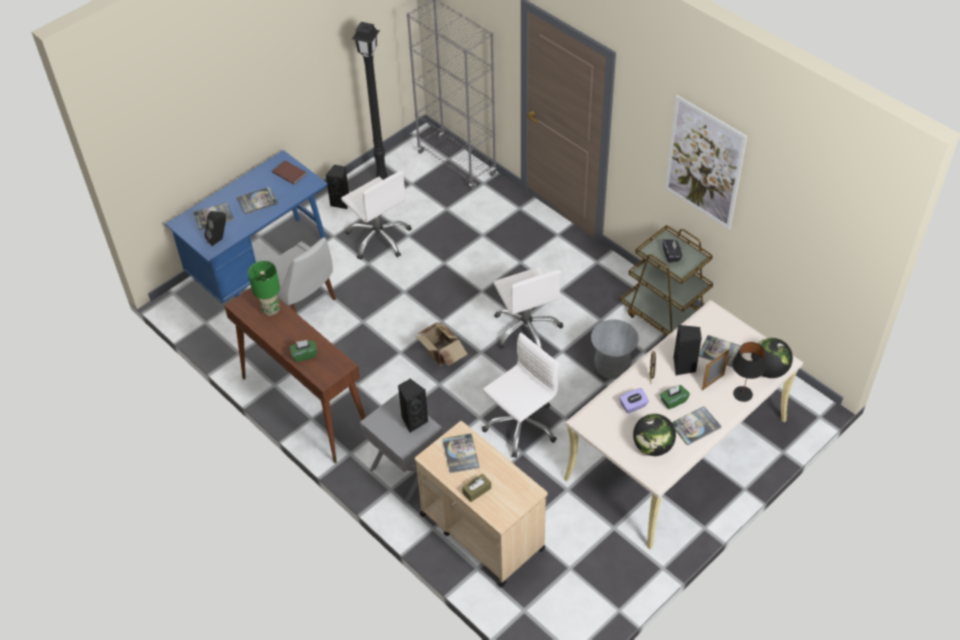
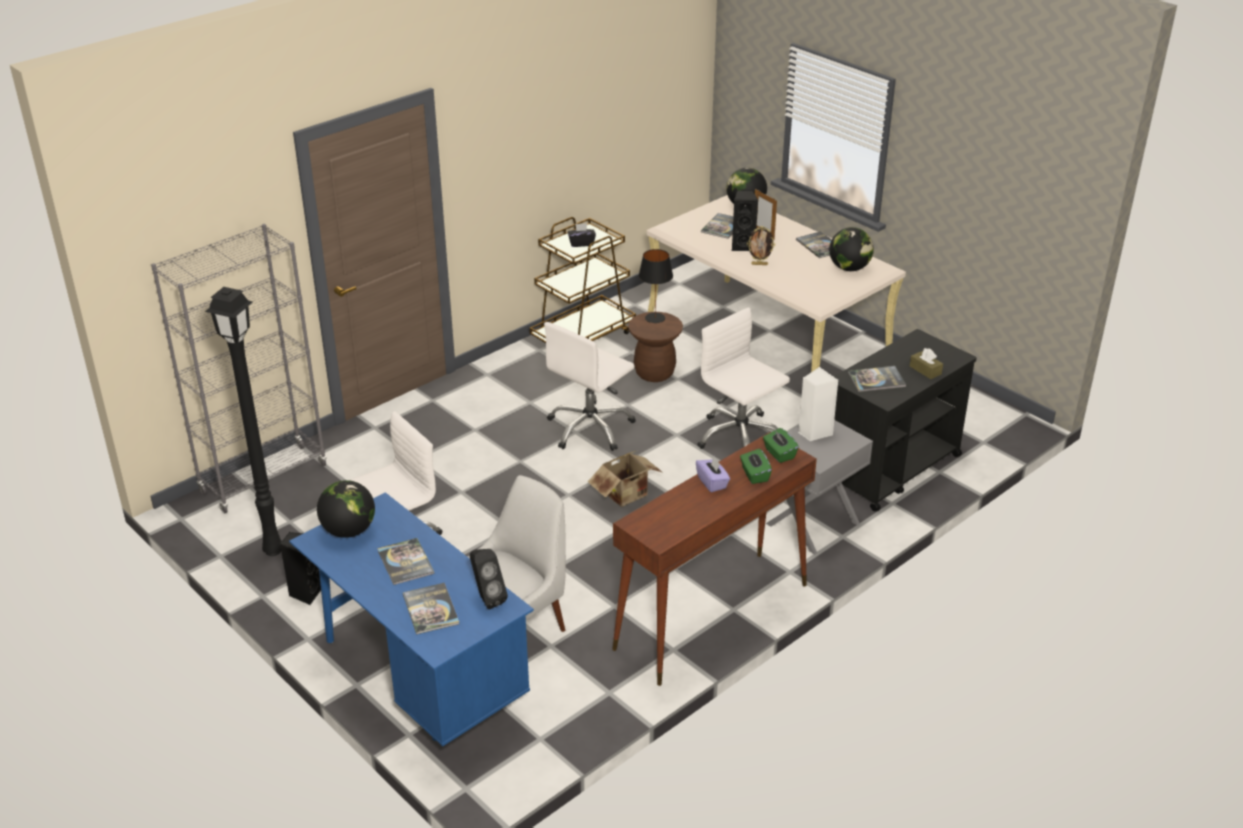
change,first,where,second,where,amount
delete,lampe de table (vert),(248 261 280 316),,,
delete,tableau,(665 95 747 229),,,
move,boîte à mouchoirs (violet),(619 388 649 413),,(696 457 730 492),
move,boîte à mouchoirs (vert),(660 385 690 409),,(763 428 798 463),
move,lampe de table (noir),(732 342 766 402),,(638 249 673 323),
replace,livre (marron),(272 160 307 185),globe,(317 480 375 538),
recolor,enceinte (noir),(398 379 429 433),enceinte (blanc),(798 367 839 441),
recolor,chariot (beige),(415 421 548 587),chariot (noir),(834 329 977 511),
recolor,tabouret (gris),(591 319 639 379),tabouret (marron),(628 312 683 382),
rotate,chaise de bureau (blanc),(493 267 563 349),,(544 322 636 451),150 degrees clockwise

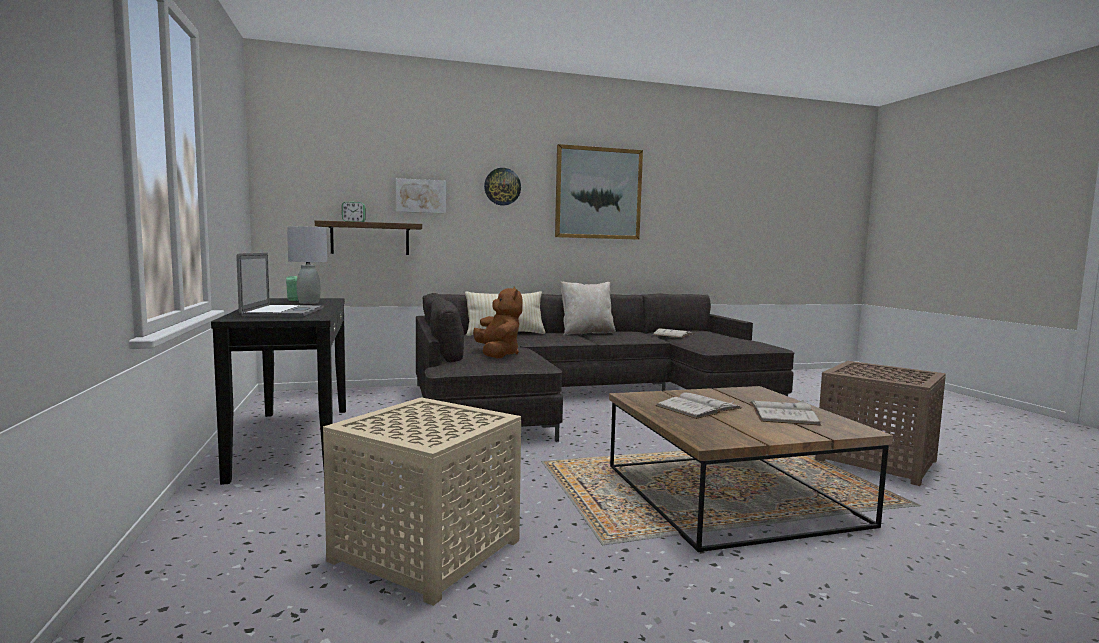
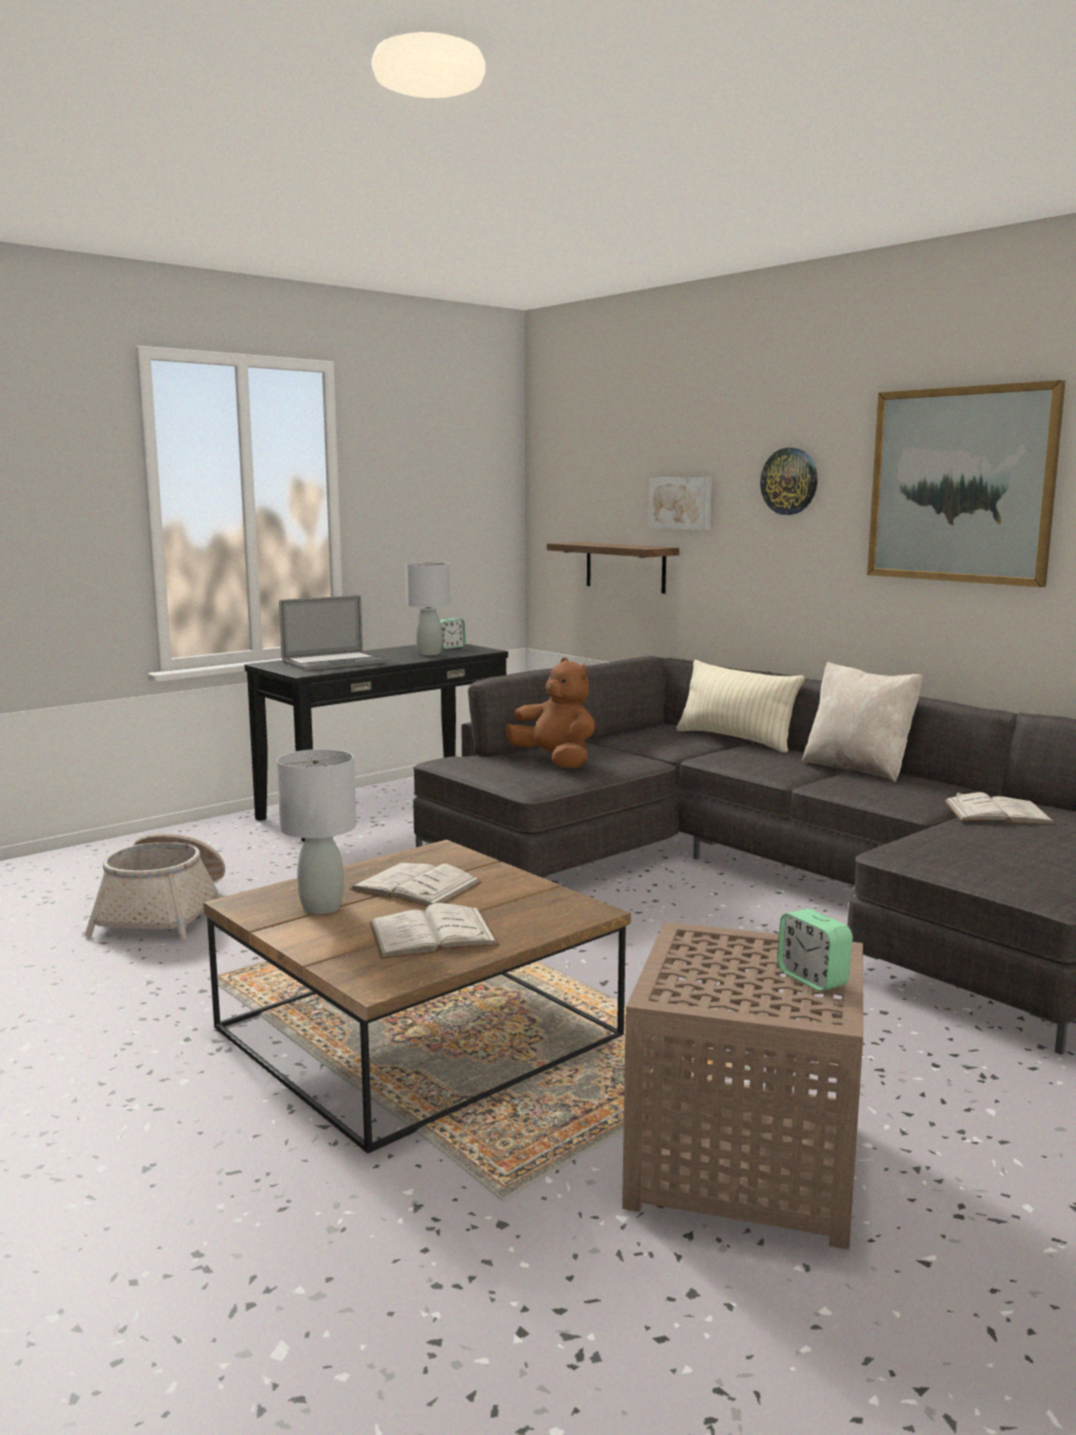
change,first,where,second,where,amount
insert,,,lampe de table (gris),(277 749 356 914),
move,réveil,(342 202 365 222),,(777 909 853 991),
replace,table d'appoint (beige),(323 397 521 606),panier,(85 833 225 940),
rotate,peluche (marron),(473 286 523 358),,(505 657 595 769),90 degrees counterclockwise

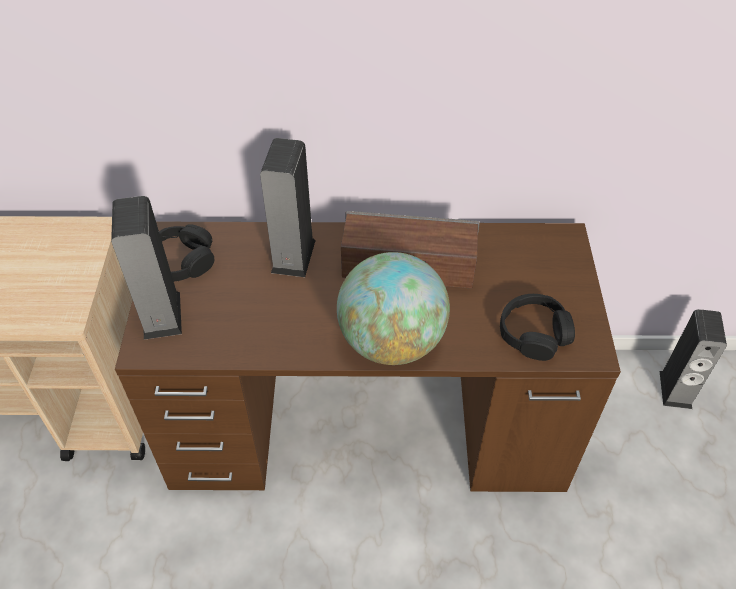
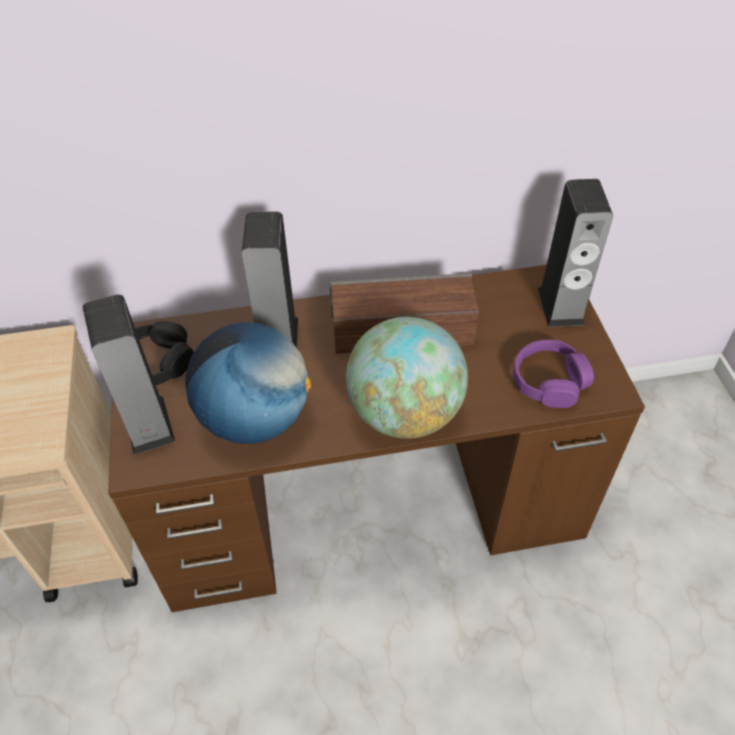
change,first,where,second,where,amount
insert,,,globe,(185 322 311 444),
move,enceinte,(659 309 727 409),,(538 179 613 327),
recolor,casque audio (noir),(500 294 575 361),casque audio (violet),(513 340 594 408),

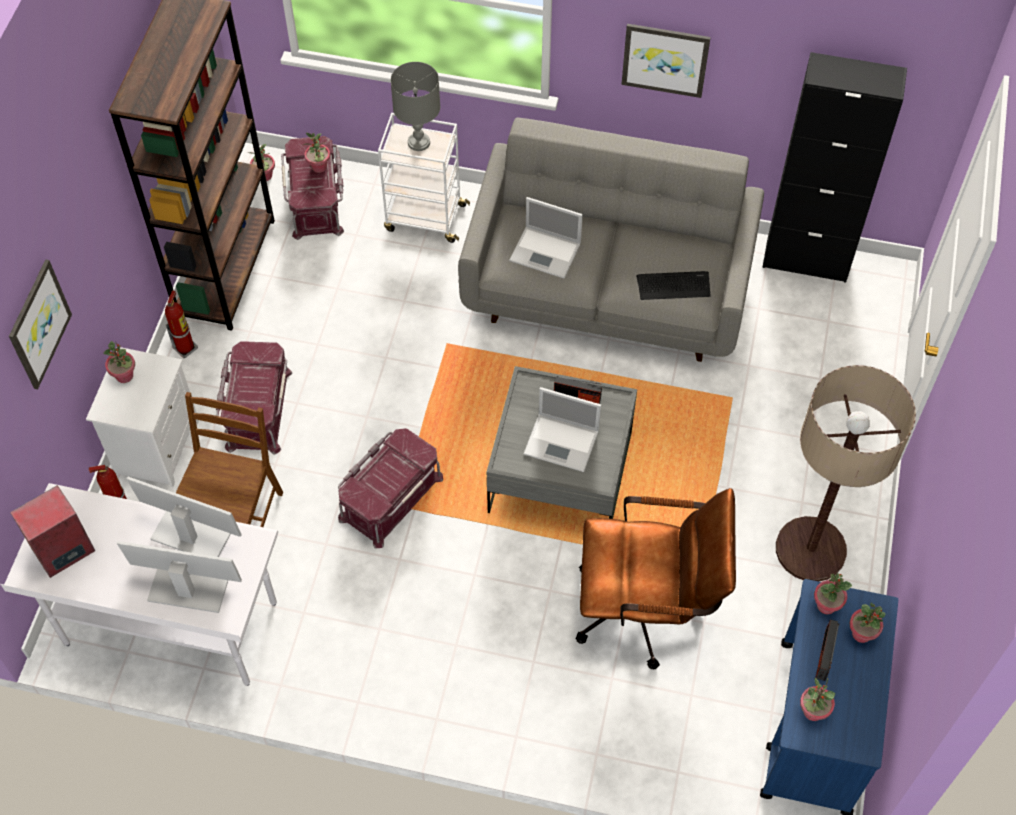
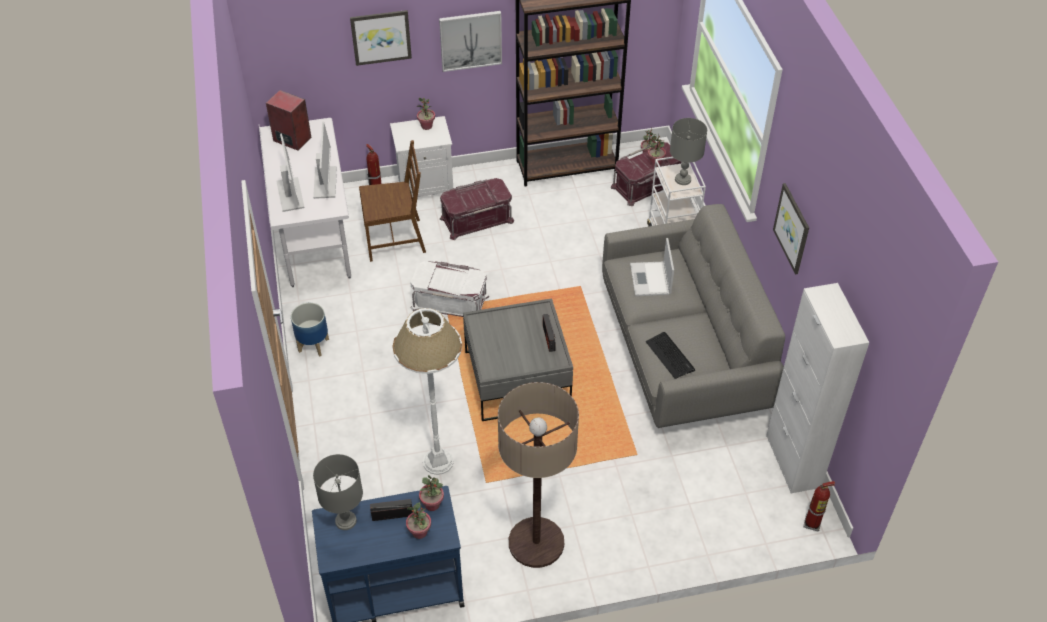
change,first,where,second,where,amount
delete,ordinateur portable,(524 387 601 472),,,
insert,,,cache-pot,(291 303 329 357),
insert,,,tableau,(439 11 502 72),
move,extincteur,(165 290 198 358),,(803 481 835 532),
replace,chaise de bureau (marron),(576 488 736 669),lampadaire (blanc),(392 308 462 475),
replace,plante en pot,(800 678 835 721),lampe de table (gris),(313 454 363 530),
recolor,boîte de rangement (rouge),(338 428 443 549),boîte de rangement (blanc),(411 261 489 317),
recolor,meuble de rangement (noir),(762 52 907 283),meuble de rangement (blanc),(766 283 869 493),

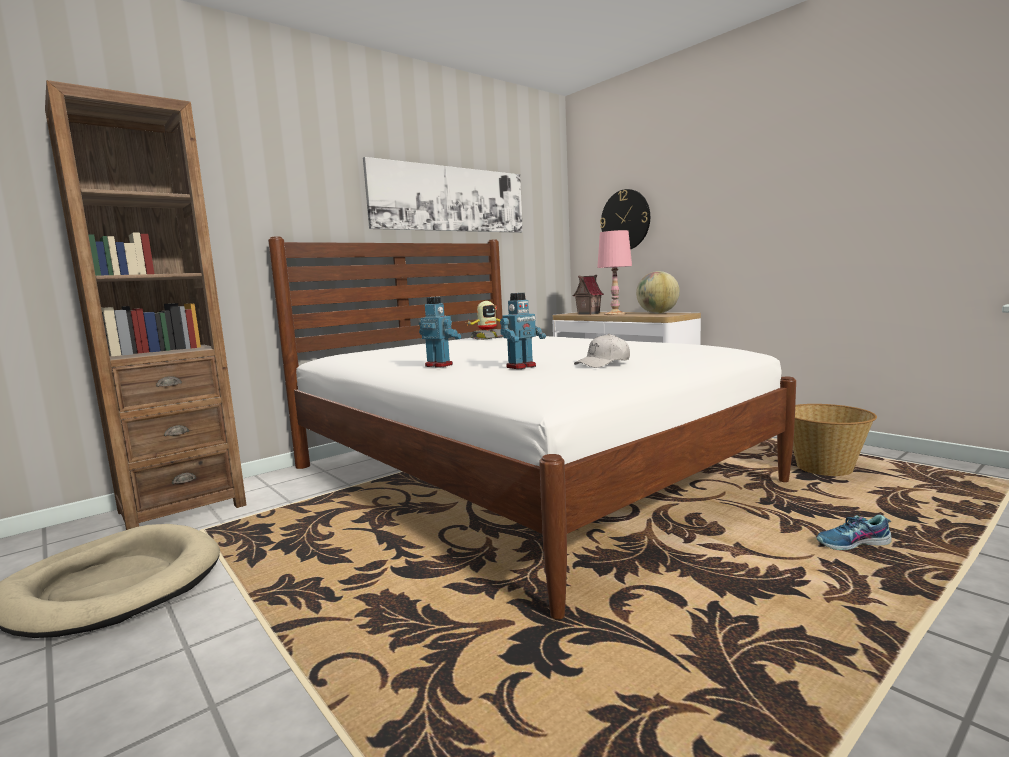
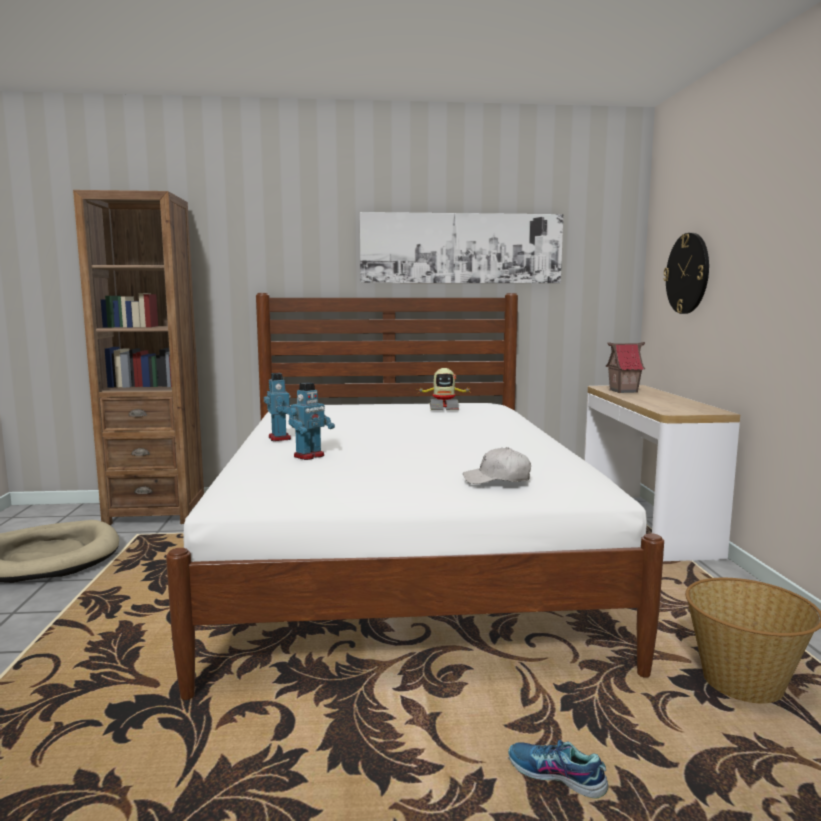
change,first,where,second,where,amount
delete,lampe de table (rose),(597 230 632 315),,,
delete,globe,(636 271 680 314),,,
move,casquette (blanc),(574 334 630 368),,(463 447 531 484),
rotate,robot jouet,(500 293 546 369),,(288 382 335 460),45 degrees counterclockwise

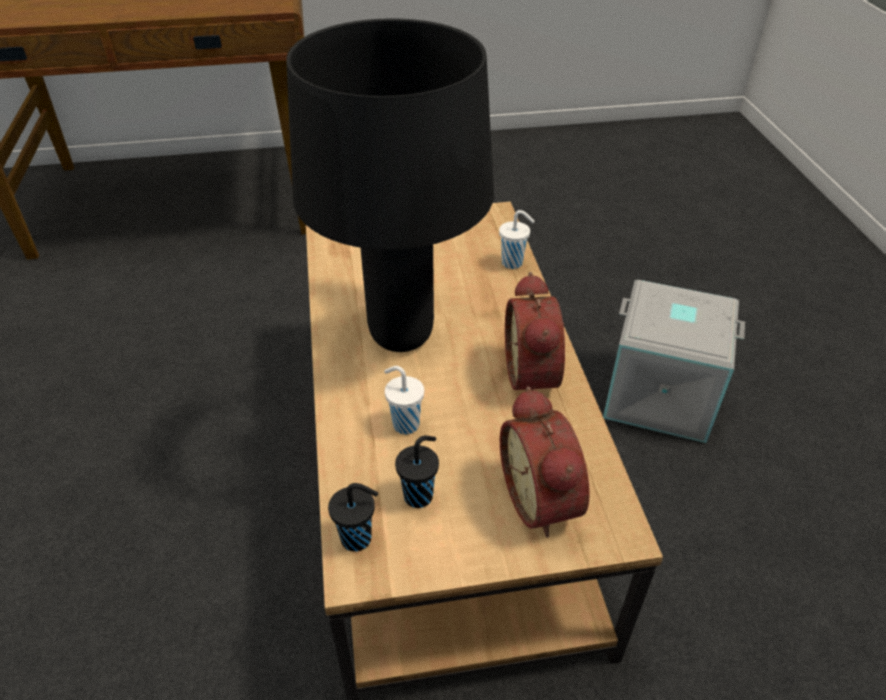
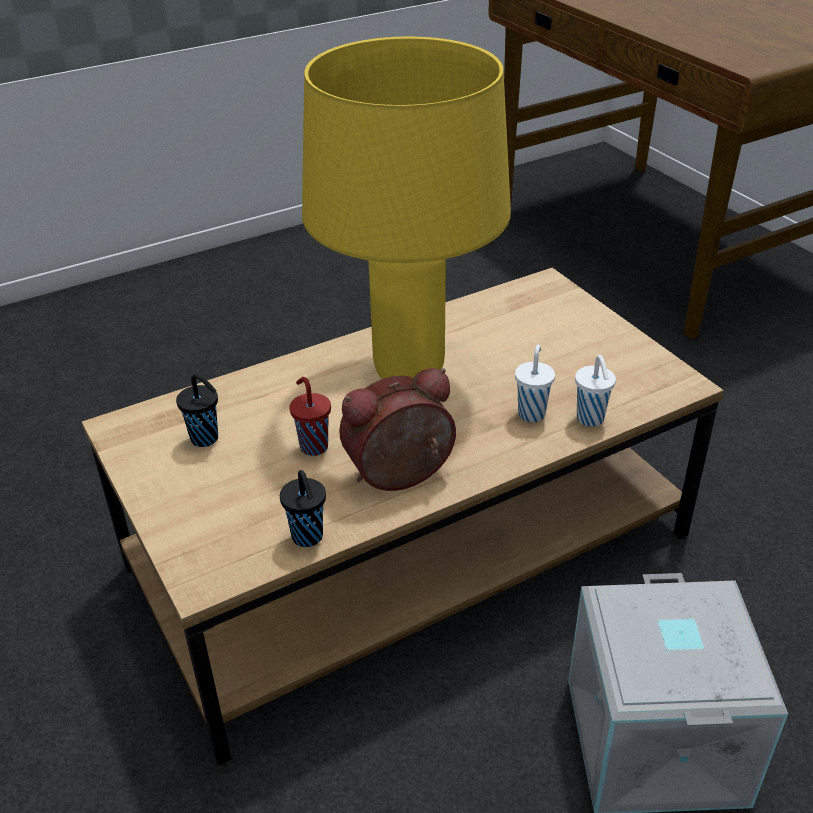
change,first,where,second,where,amount
delete,réveil,(500 387 590 538),,,
insert,,,tasse (rouge),(289 377 331 456),
move,tasse (noir),(328 483 378 552),,(280 470 326 547),
move,tasse (blanc),(384 366 424 434),,(515 344 555 422),
recolor,lampe de table (noir),(286 18 494 352),lampe de table (jaune),(302 36 511 379),

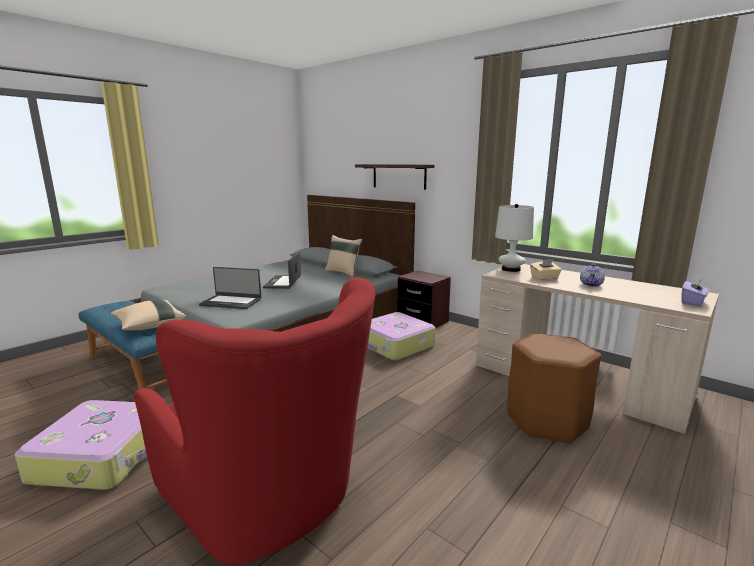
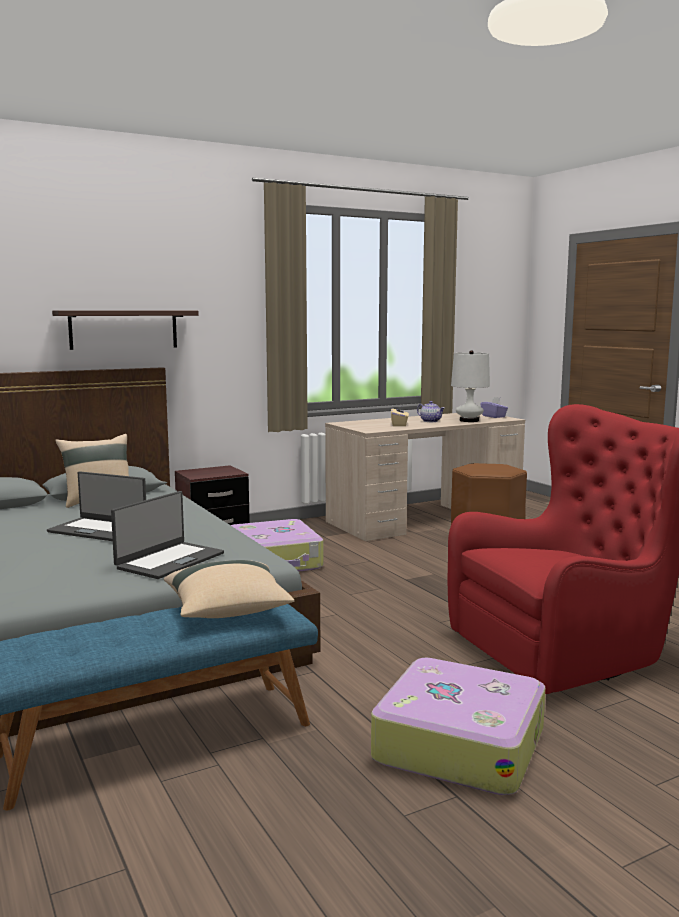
change,first,where,second,where,amount
move,lampe de table (blanc),(495 204 534 272),,(451 350 490 422),

